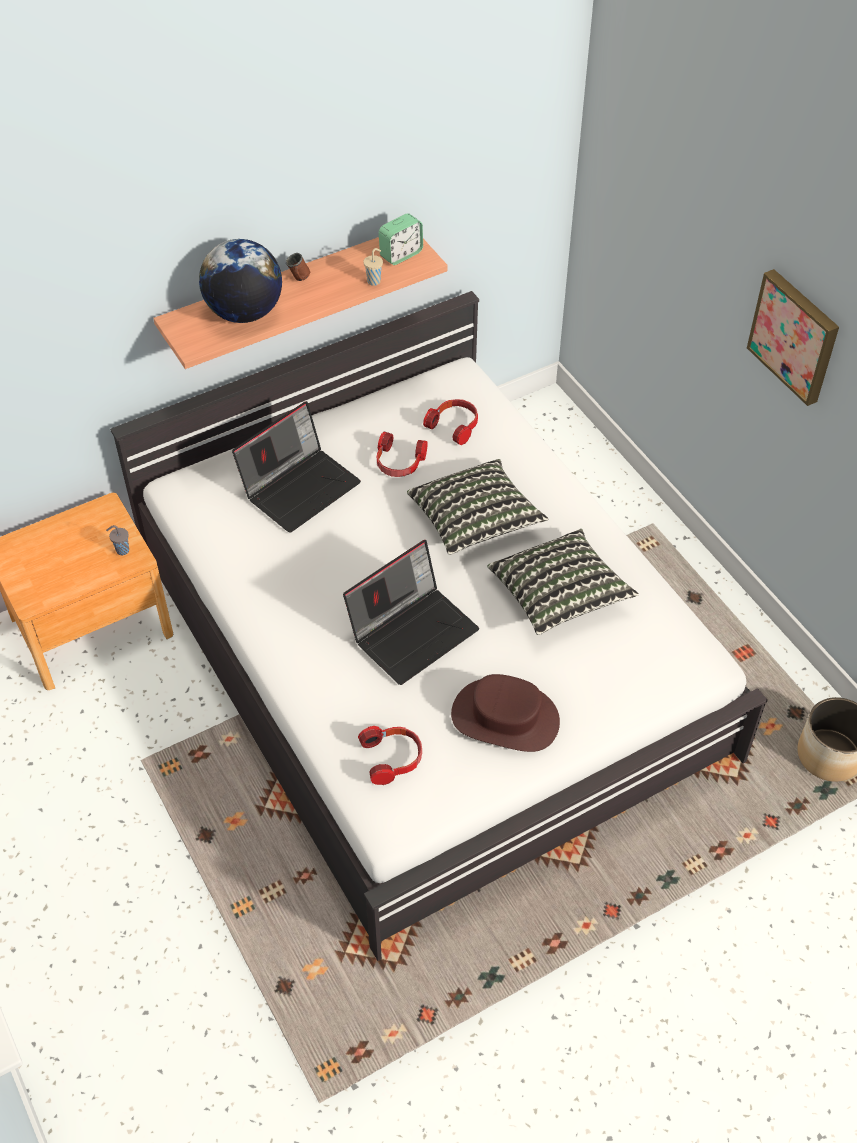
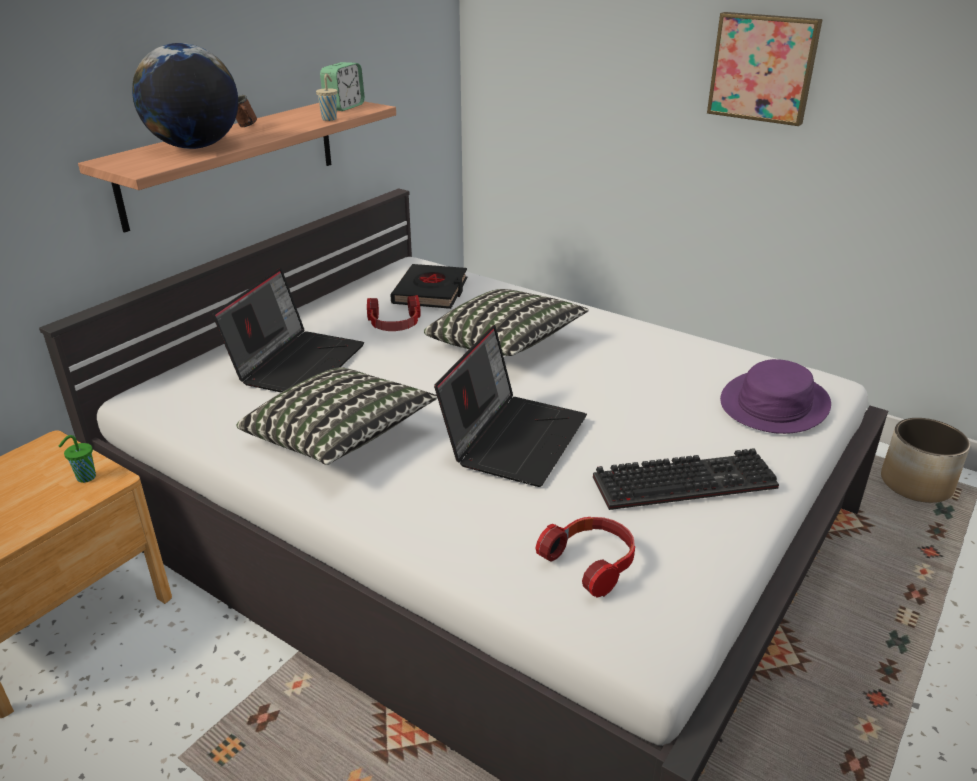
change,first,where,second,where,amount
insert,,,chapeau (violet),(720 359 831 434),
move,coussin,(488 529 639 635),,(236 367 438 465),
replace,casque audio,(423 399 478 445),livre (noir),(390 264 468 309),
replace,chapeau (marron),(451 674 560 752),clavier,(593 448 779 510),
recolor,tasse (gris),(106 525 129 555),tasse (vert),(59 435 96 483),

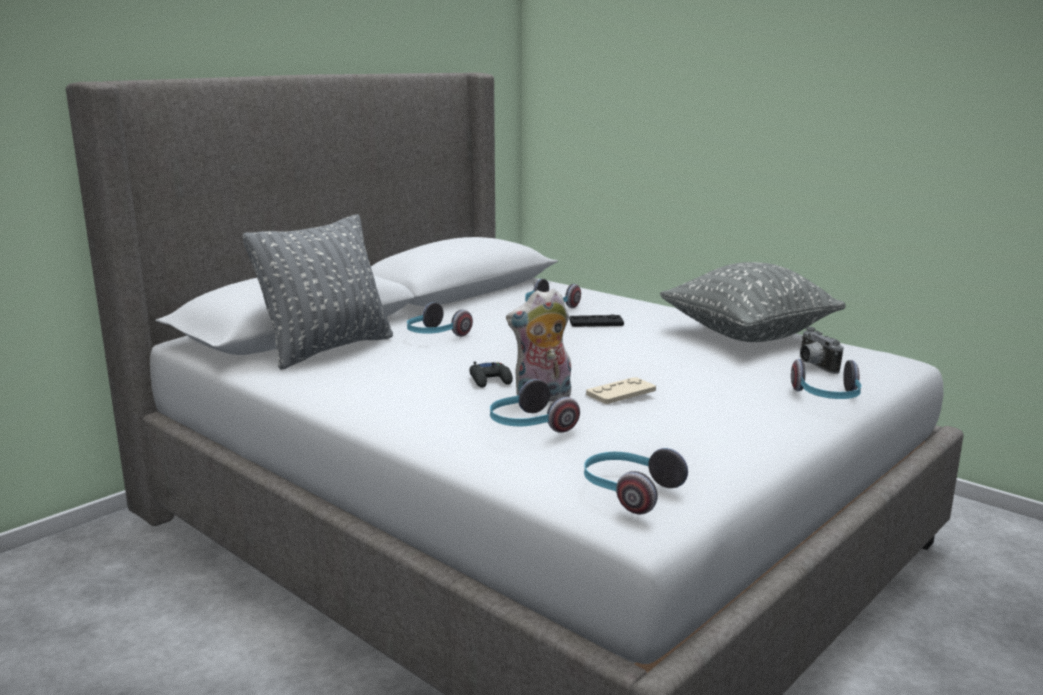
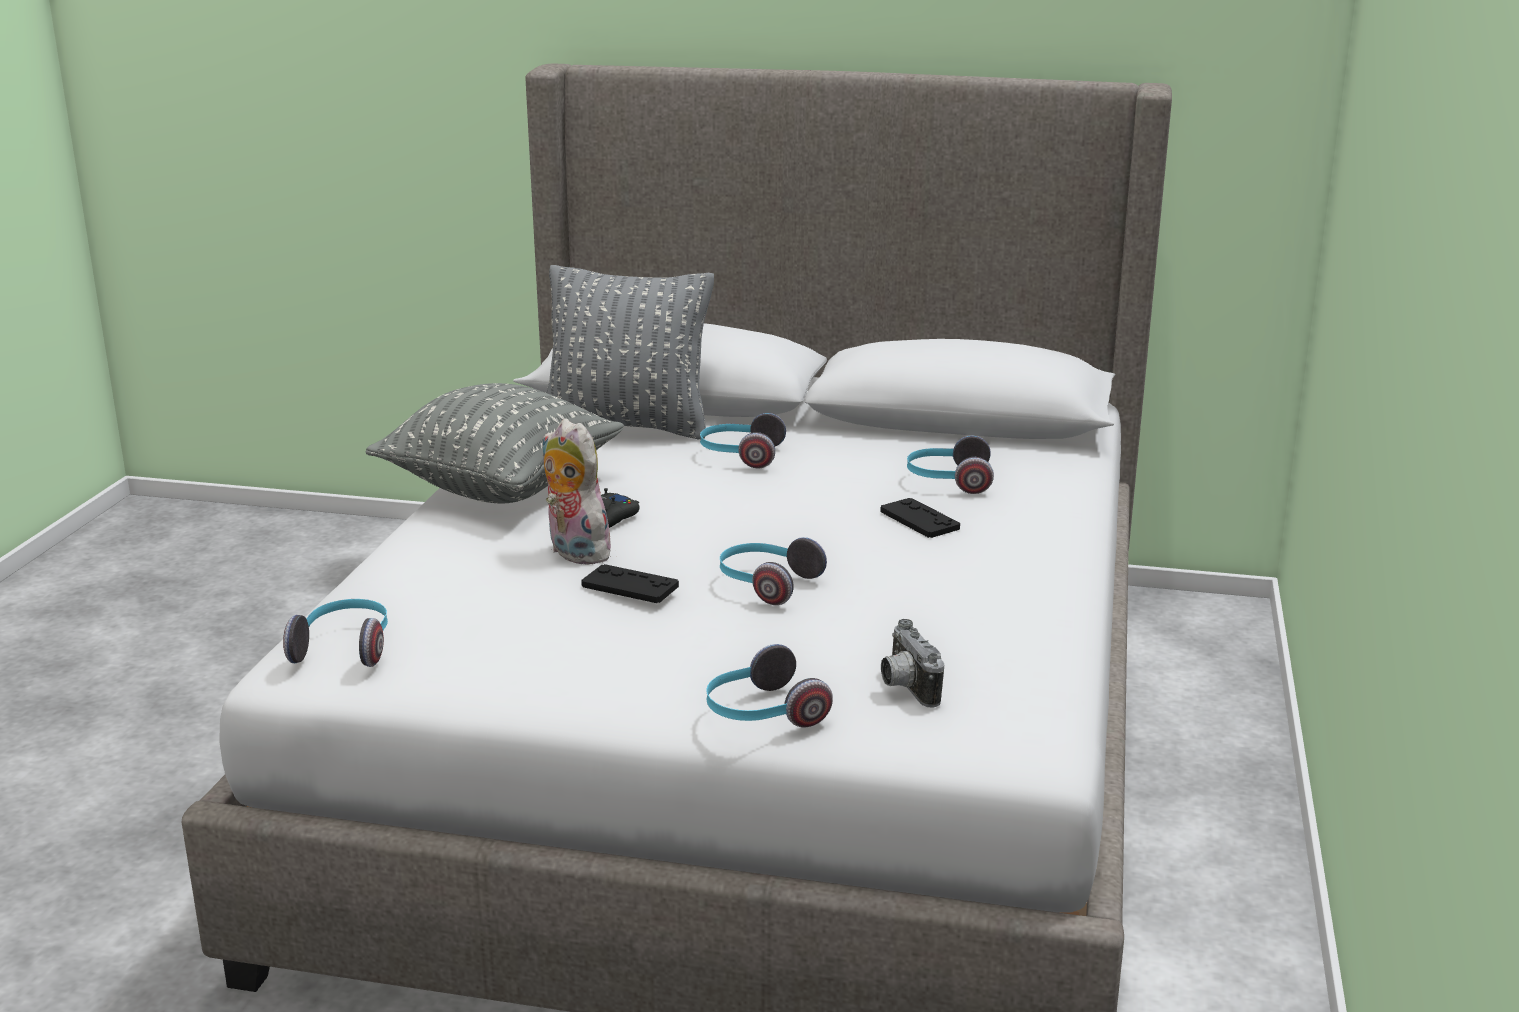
change,first,where,second,where,amount
move,casque audio,(490 379 580 433),,(720 537 827 605),
move,coussin (gris),(660 262 846 342),,(366 383 624 503),
recolor,manette (beige),(586 377 656 404),manette (noir),(581 564 679 603),
rotate,appareil photo,(800 327 844 374),,(881 619 944 708),60 degrees counterclockwise

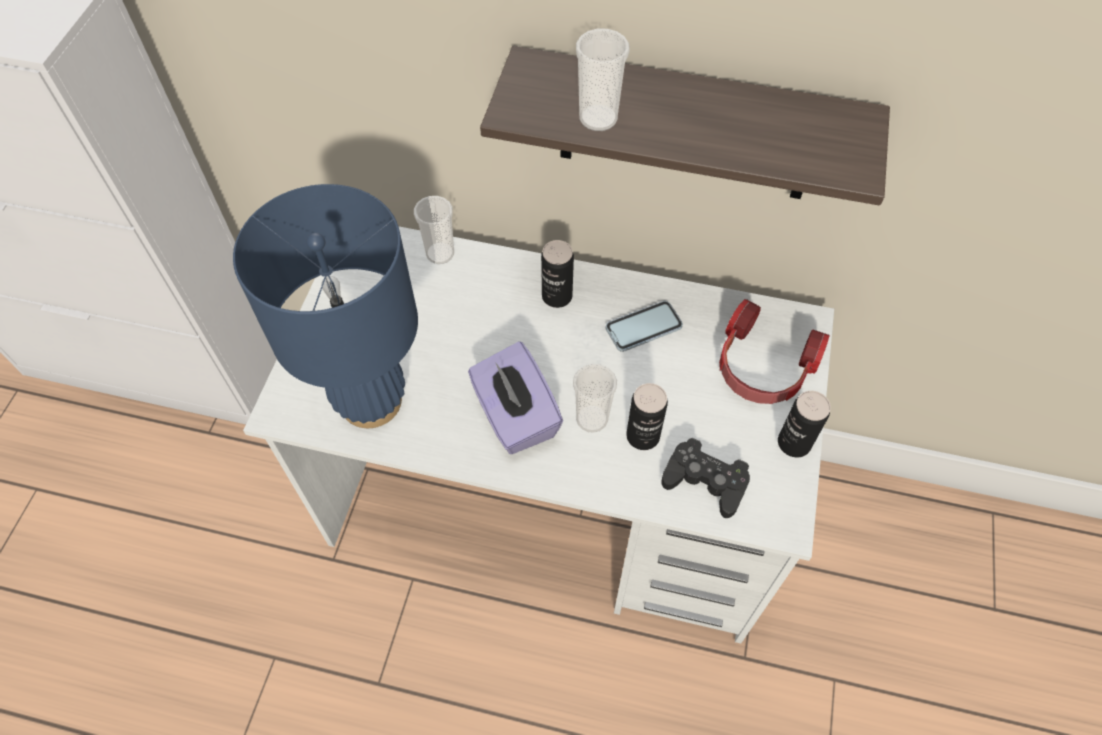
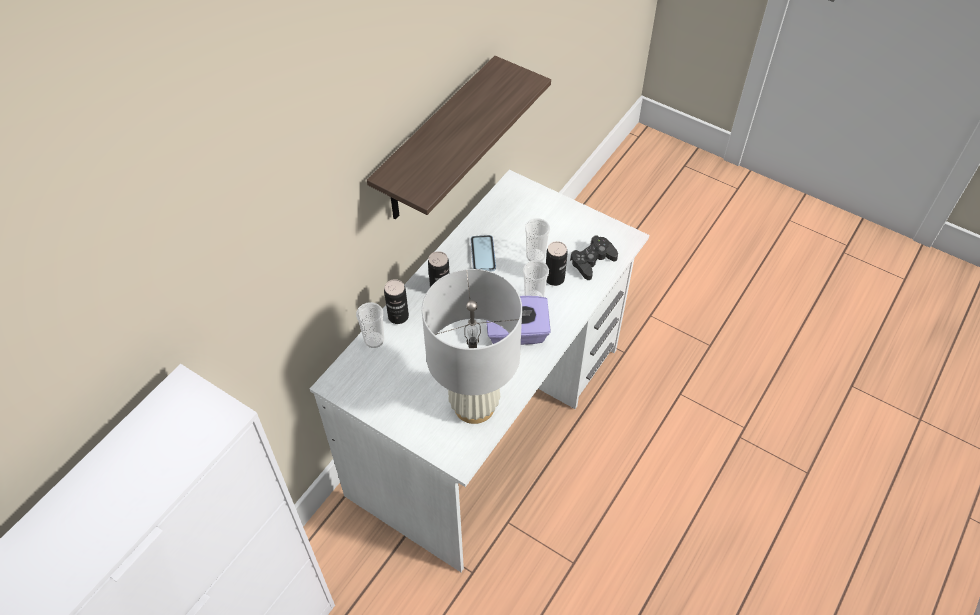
change,first,where,second,where,amount
delete,casque audio,(719 299 829 404),,,
move,tasse,(576 29 630 131),,(525 218 550 261),
move,boîte métallique,(778 391 831 457),,(384 279 409 324),
recolor,lampe de table (bleu),(233 184 418 428),lampe de table (blanc),(422 269 522 424),

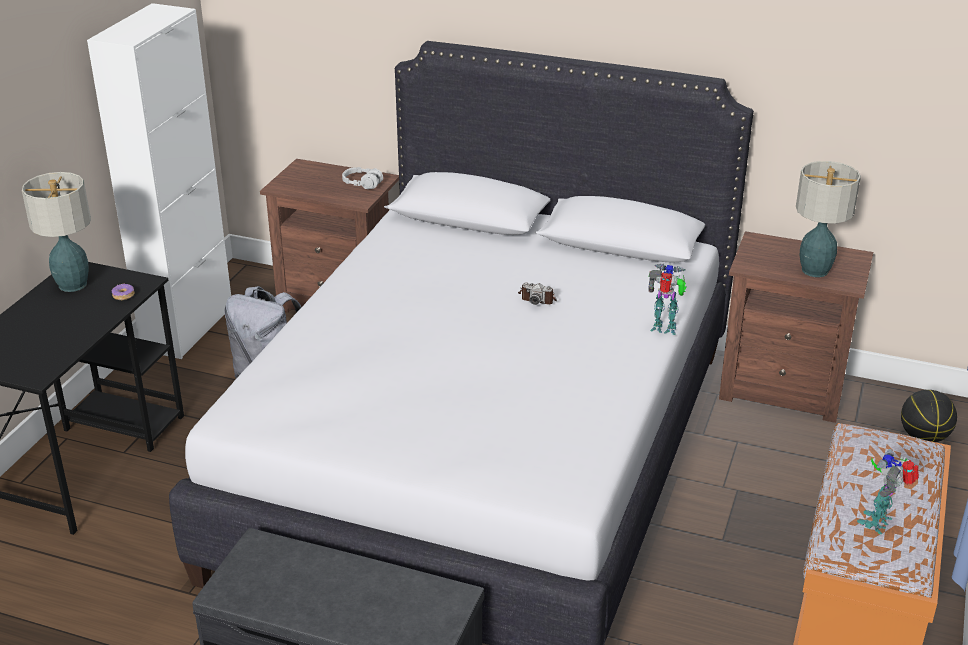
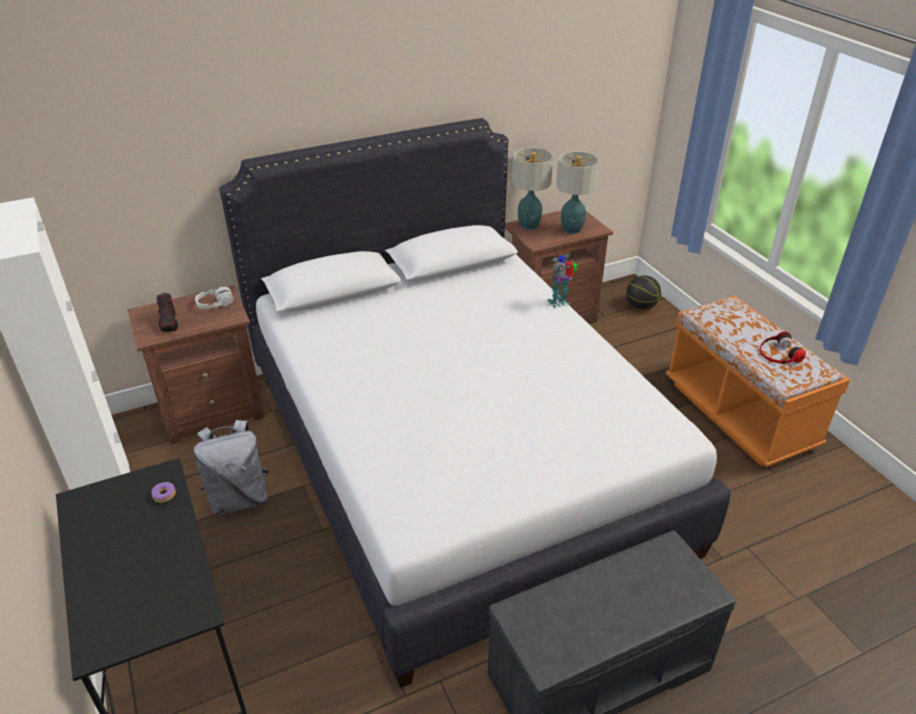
change,first,where,second,where,amount
delete,appareil photo,(518 282 557 305),,,
insert,,,chaussure,(156 293 178 332),
move,lampe de table,(22 172 91 292),,(512 148 553 230),
replace,robot jouet,(857 449 919 534),casque audio,(760 332 806 364),

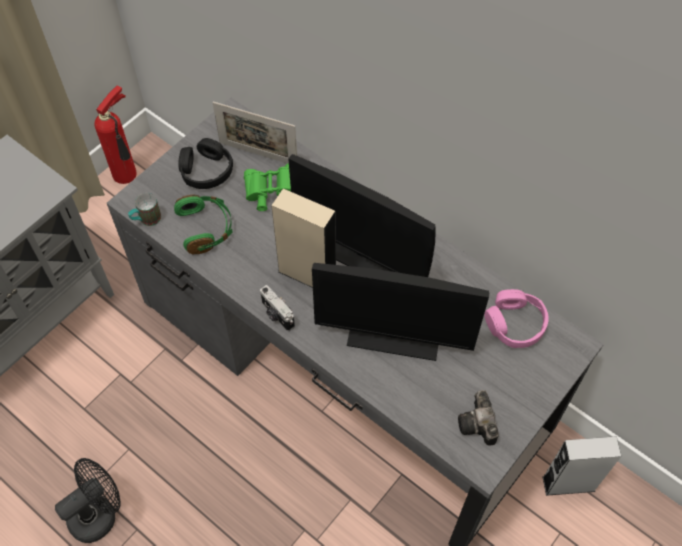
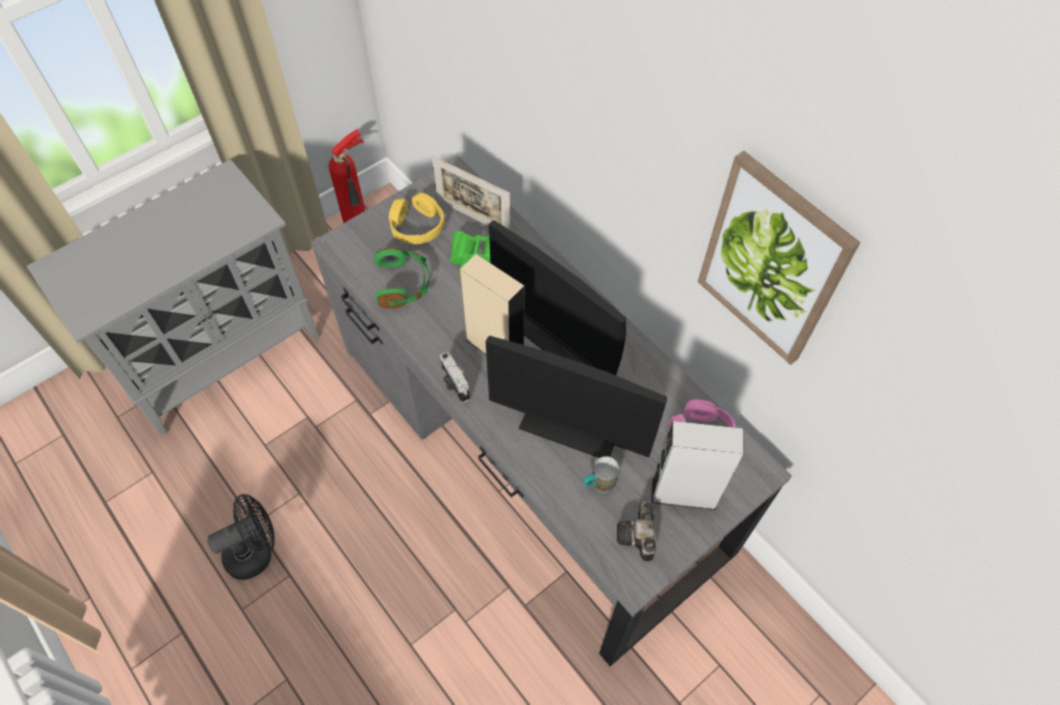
change,first,where,second,where,amount
insert,,,tableau,(698 151 861 365),
move,mug,(128 193 161 226),,(583 456 619 493),
move,enceinte (gris),(542 436 621 496),,(651 421 744 510),
recolor,casque audio (noir),(178 138 233 189),casque audio (jaune),(389 193 445 244),

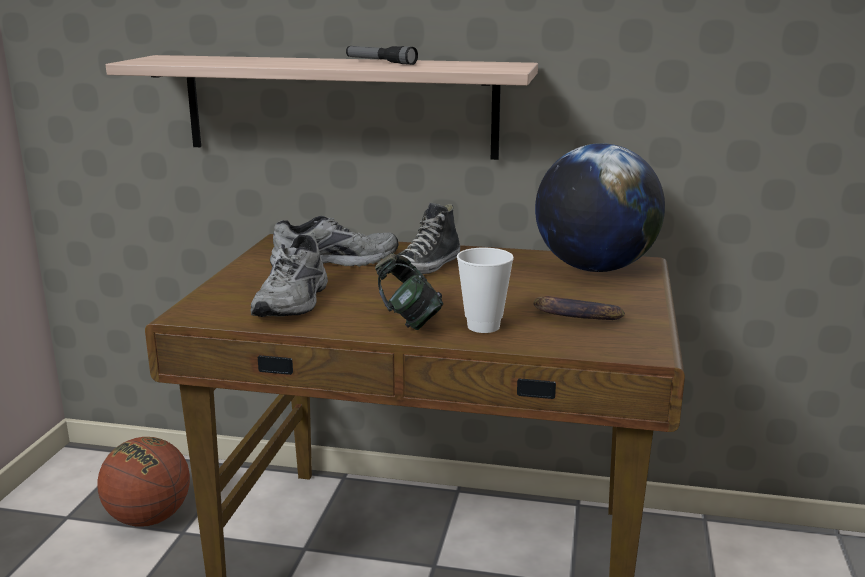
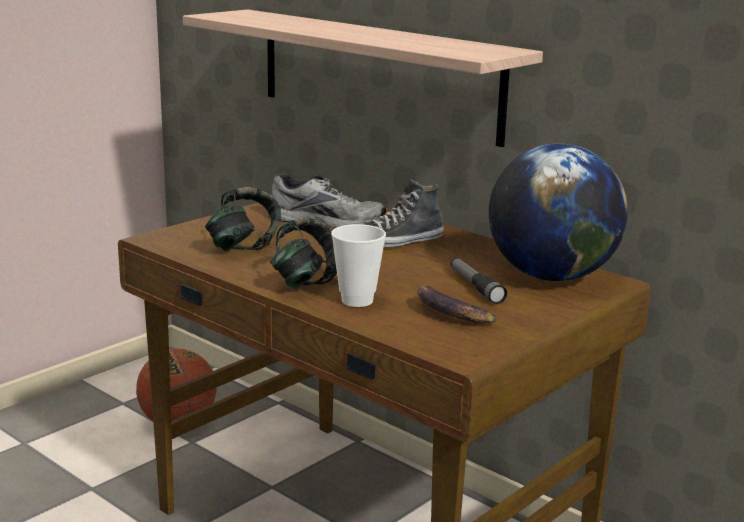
change,first,where,second,where,amount
move,lampe de poche,(346 46 418 65),,(451 258 507 304),
replace,chaussure (gris),(250 235 328 317),casque audio,(205 187 281 251),

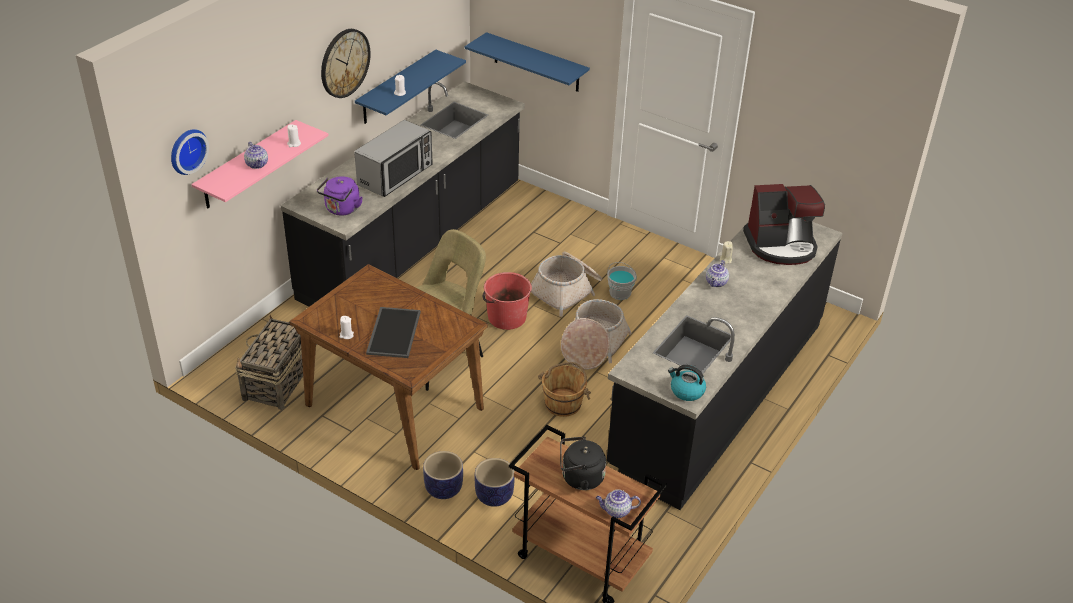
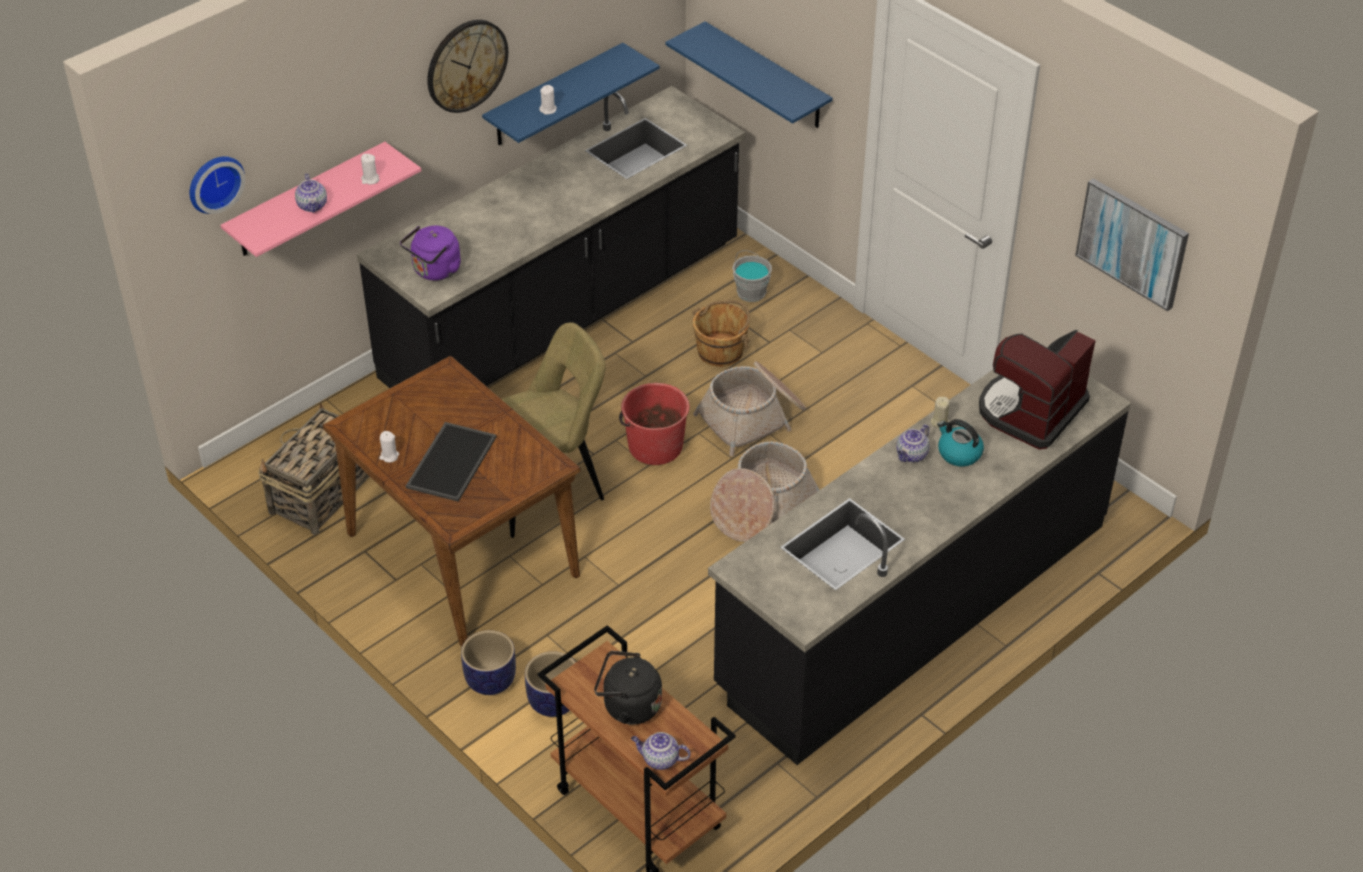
change,first,where,second,where,amount
delete,micro-ondes,(354 120 433 197),,,
insert,,,tableau,(1075 178 1189 311),
move,seau (marron),(538 362 591 417),,(692 300 750 367),
move,seau (gris),(607 262 637 300),,(732 250 772 302),
move,bouilloire,(668 365 706 401),,(937 419 984 467),
rotate,machine à café,(743 184 825 265),,(979 330 1096 450),120 degrees clockwise

